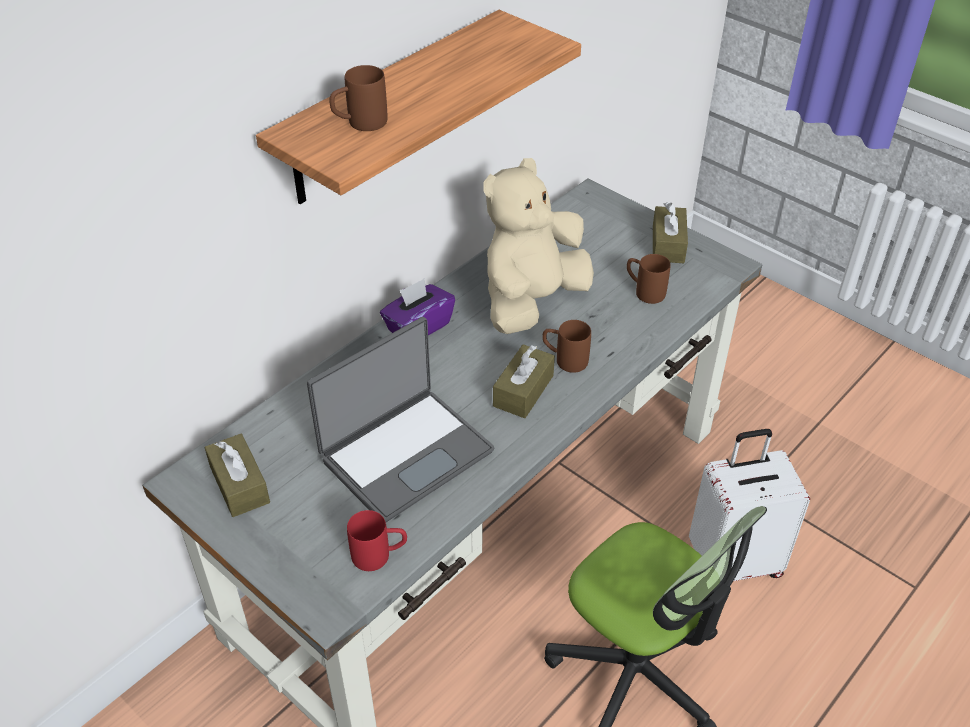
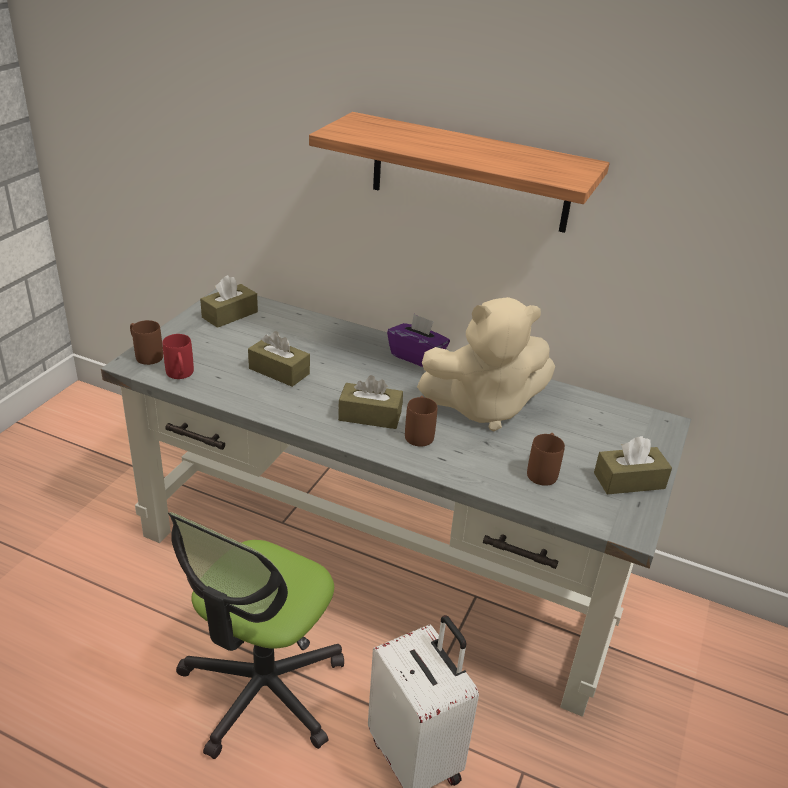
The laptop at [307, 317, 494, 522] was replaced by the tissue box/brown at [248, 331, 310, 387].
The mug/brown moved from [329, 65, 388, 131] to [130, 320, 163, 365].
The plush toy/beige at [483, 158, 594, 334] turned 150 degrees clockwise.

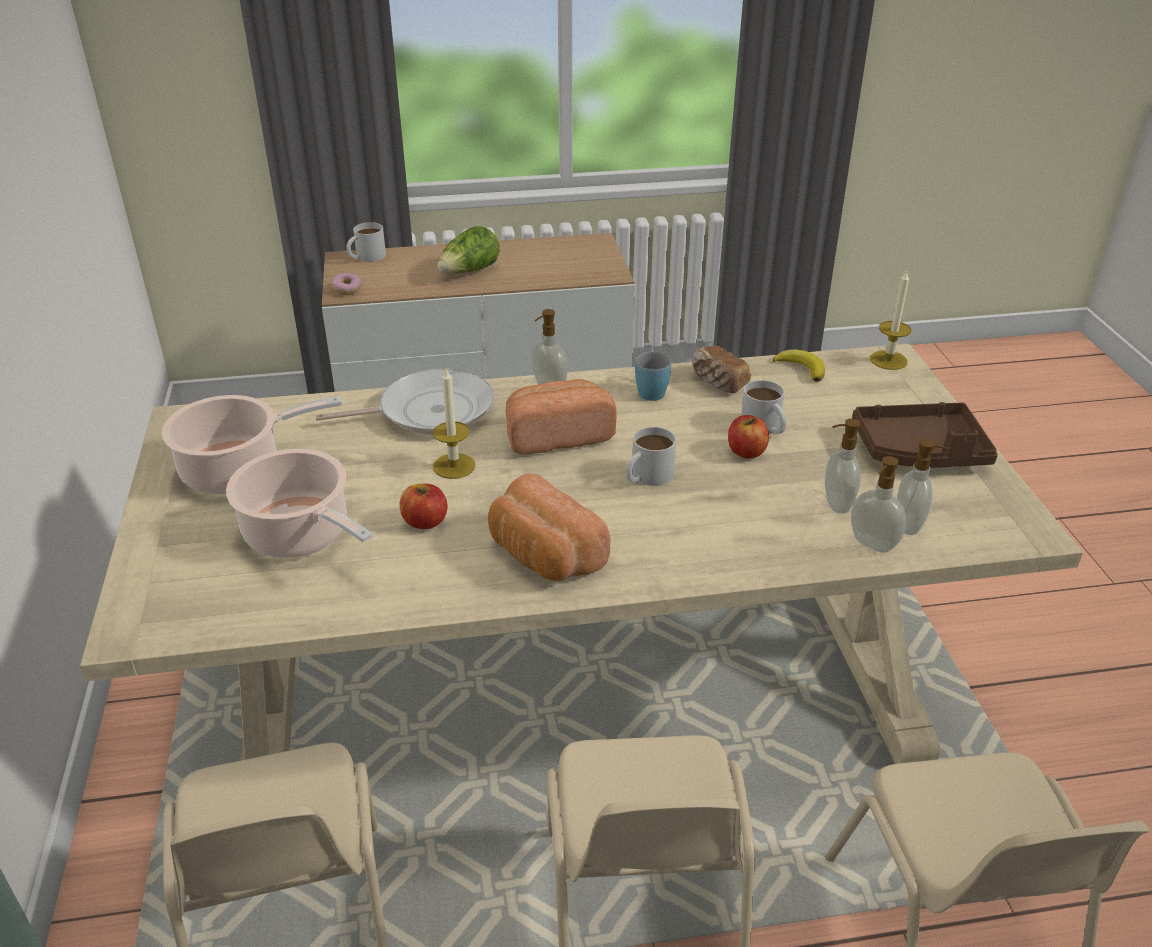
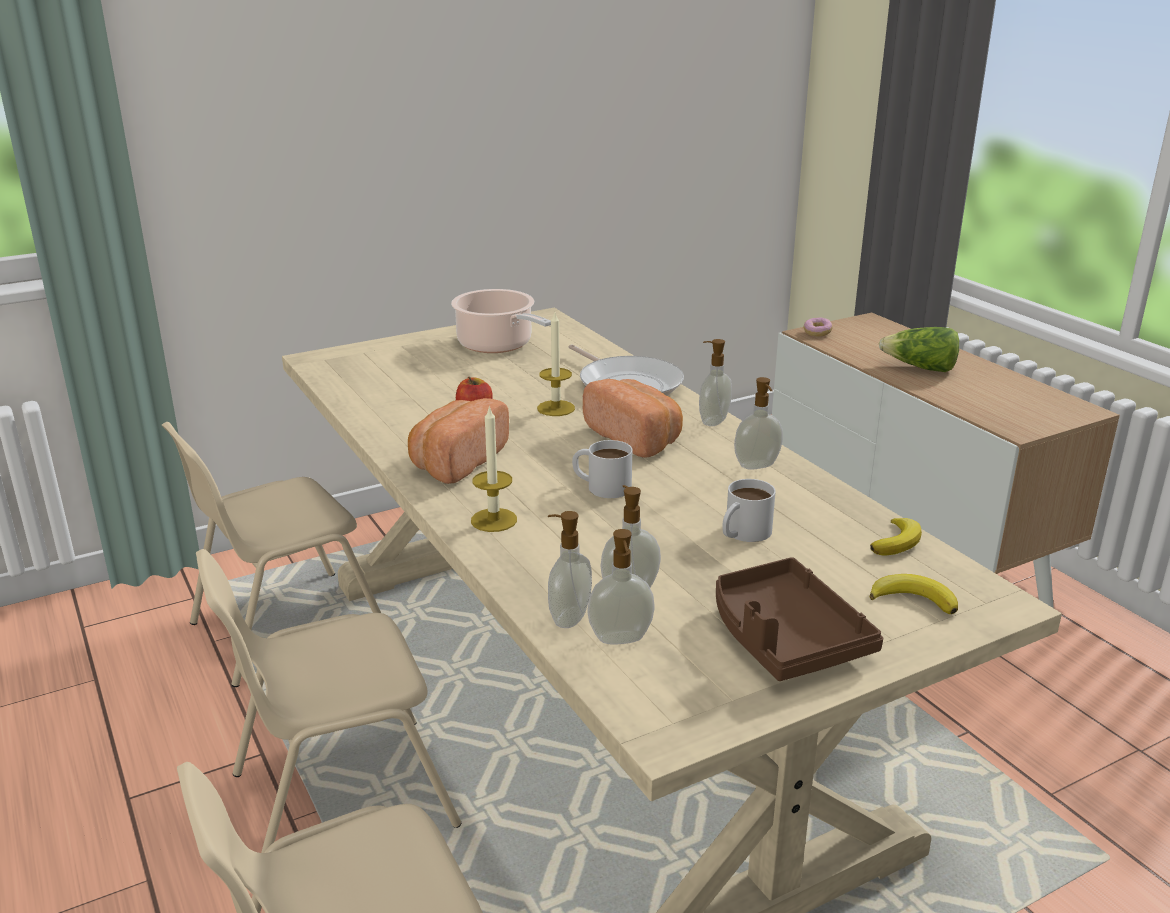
The cooking pot at [226, 449, 372, 558] disappeared.
The mug/white at [346, 222, 386, 262] disappeared.
The mug/blue at [635, 350, 671, 401] was replaced by the soap dispenser at [734, 377, 783, 470].
The bread at [692, 346, 751, 393] disappeared.
The apple at [728, 415, 769, 458] disappeared.
The candle moved from [870, 269, 911, 370] to [471, 405, 517, 532].
The banana at [870, 574, 958, 614] appeared.

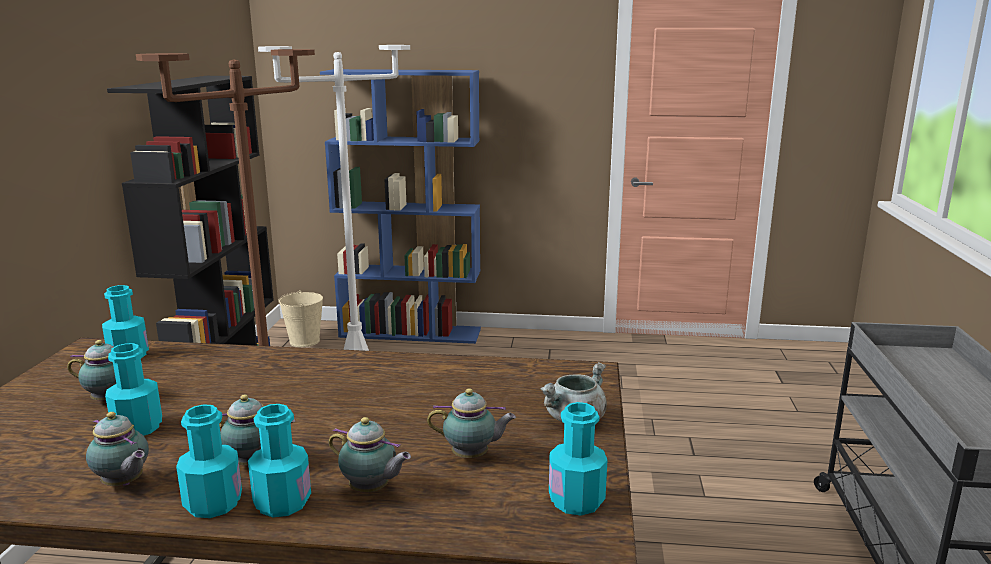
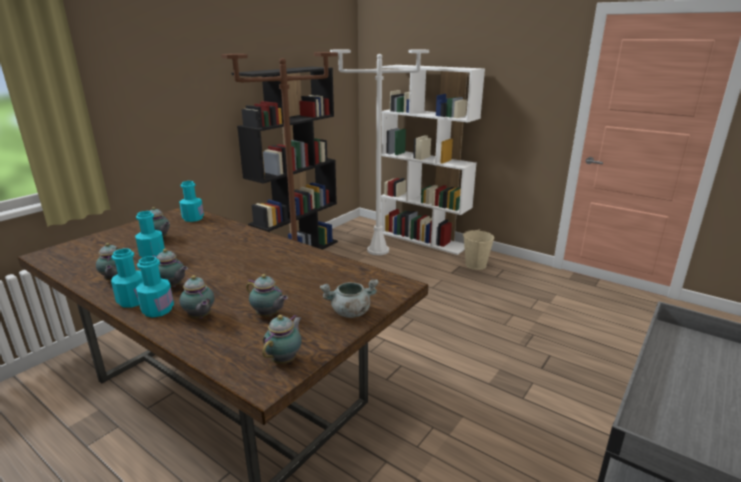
The bucket/beige moved from [278, 290, 323, 347] to [463, 229, 494, 270].
The bookcase/blue at [320, 69, 481, 344] became the bookcase/white at [381, 65, 485, 255].
The bottle/turquoise at [549, 402, 608, 516] was replaced by the teapot at [262, 315, 302, 364].

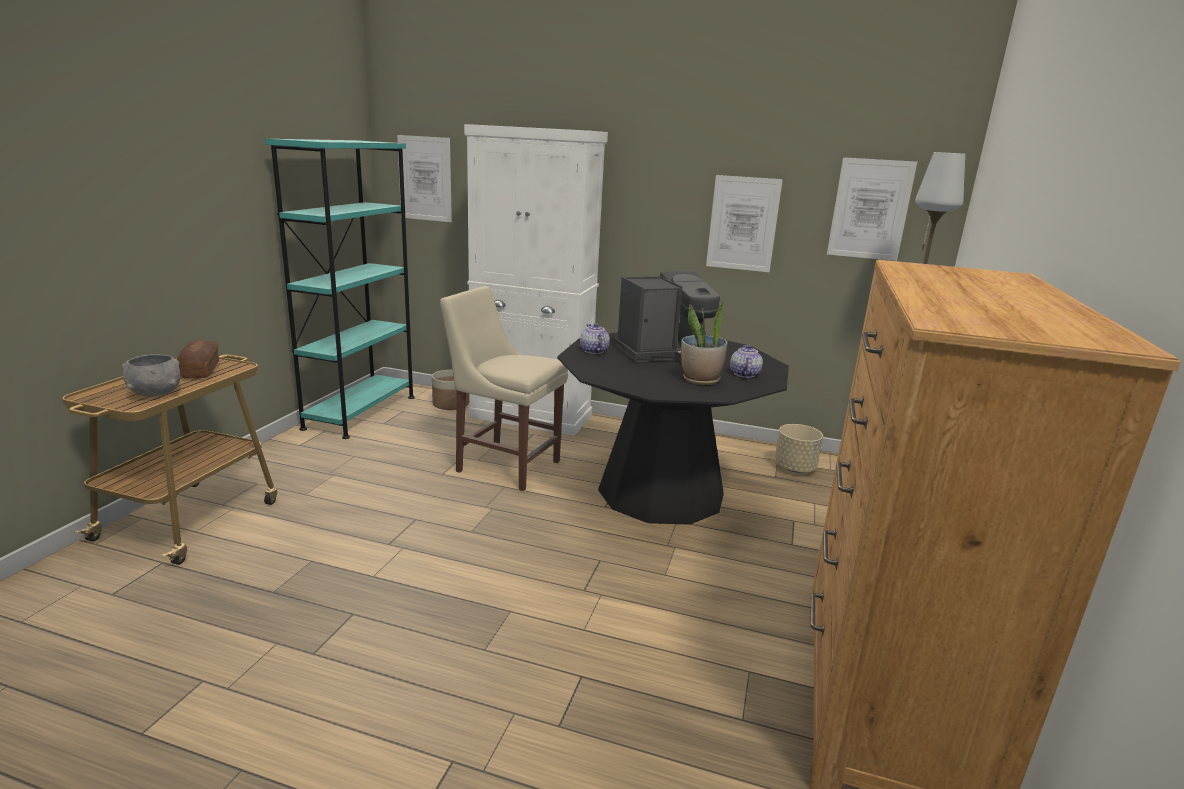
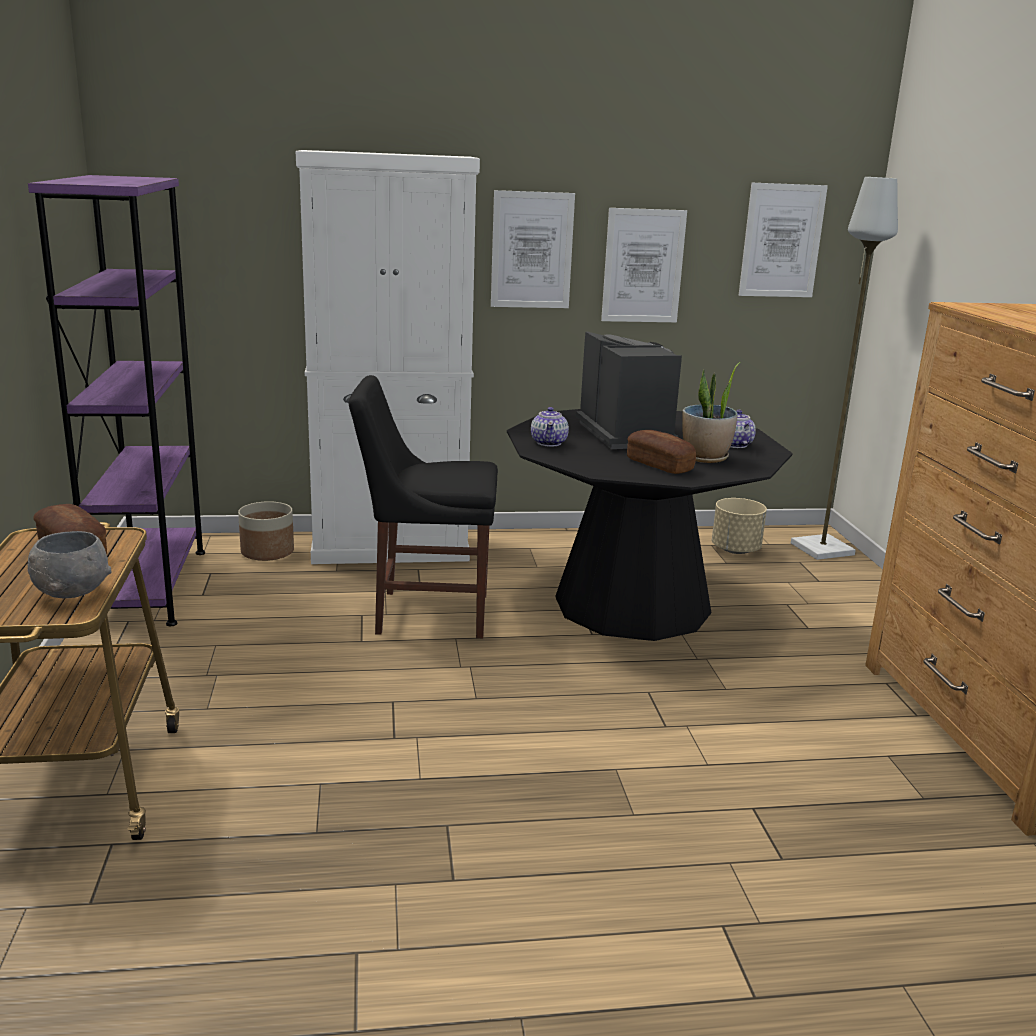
The bookcase/turquoise at [266, 139, 415, 439] became the bookcase/purple at [28, 175, 205, 626].
The picture moved from [397, 135, 452, 222] to [491, 190, 575, 308].
The chair/beige at [440, 286, 568, 491] became the chair/black at [349, 375, 498, 638].
The teapot at [580, 323, 610, 354] turned 135 degrees counterclockwise.
The coffee machine at [614, 271, 720, 362] turned 60 degrees counterclockwise.
The bread at [627, 430, 696, 474] appeared.

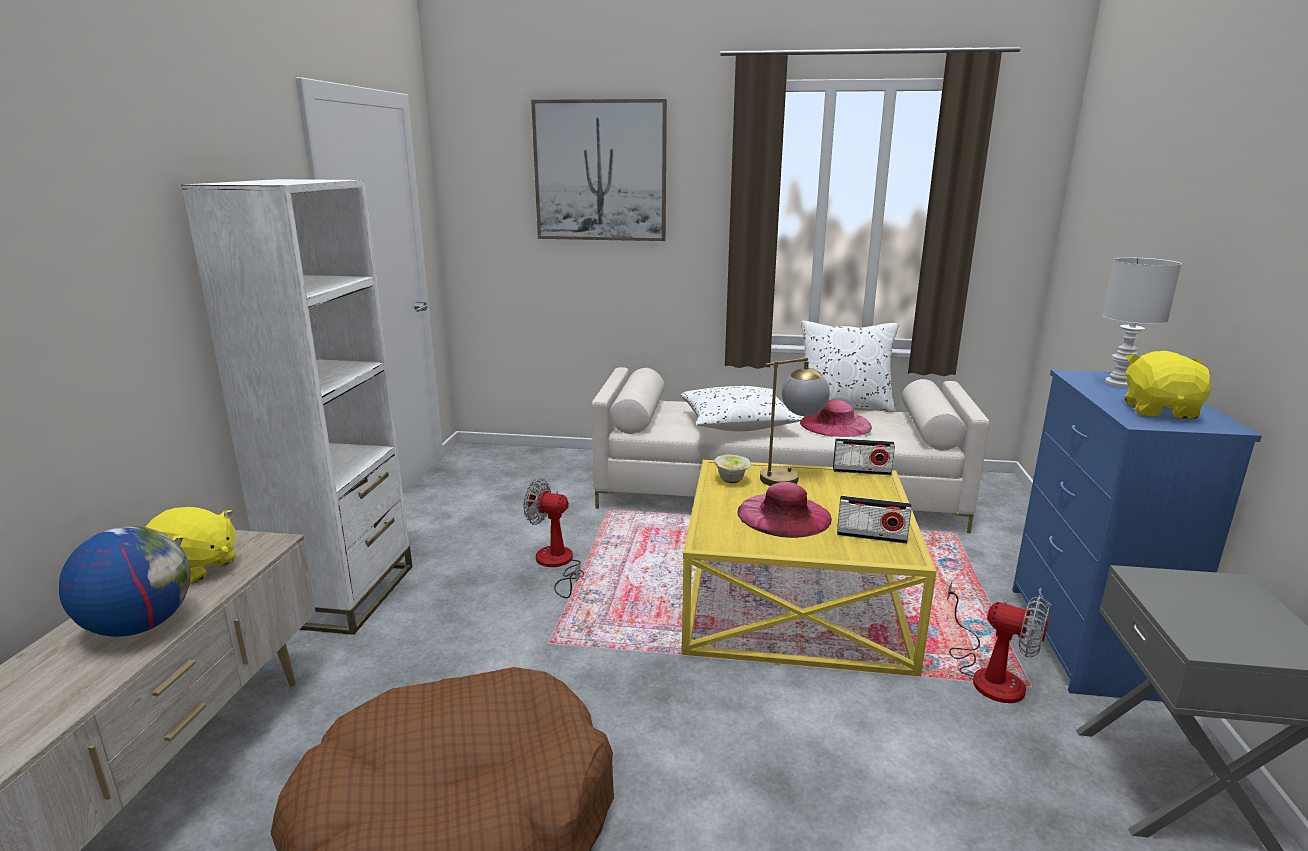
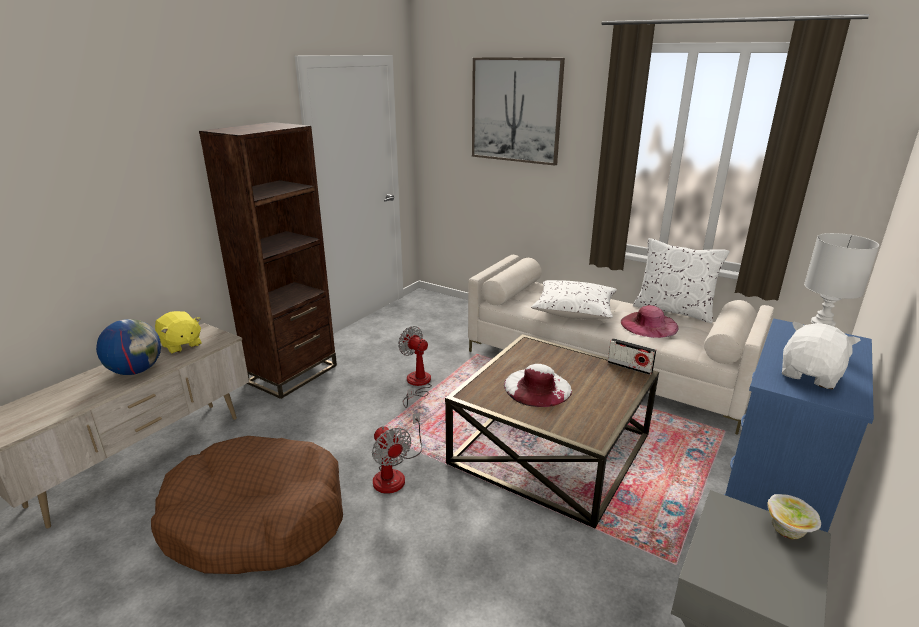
The bookcase/white at [181, 179, 412, 635] became the bookcase/brown at [199, 122, 337, 399].
The coffee table/yellow at [682, 460, 937, 676] became the coffee table/brown at [445, 334, 659, 528].
The bowl moved from [714, 455, 751, 483] to [767, 494, 821, 539].
The hat/pink at [738, 482, 832, 538] became the hat/white at [504, 364, 572, 407].
The table lamp at [760, 357, 830, 486] disappeared.
The radio at [837, 495, 912, 544] disappeared.
The fan moved from [947, 581, 1050, 703] to [372, 412, 422, 494].
The plush toy/yellow at [1124, 351, 1211, 419] became the plush toy/white at [782, 322, 861, 389].

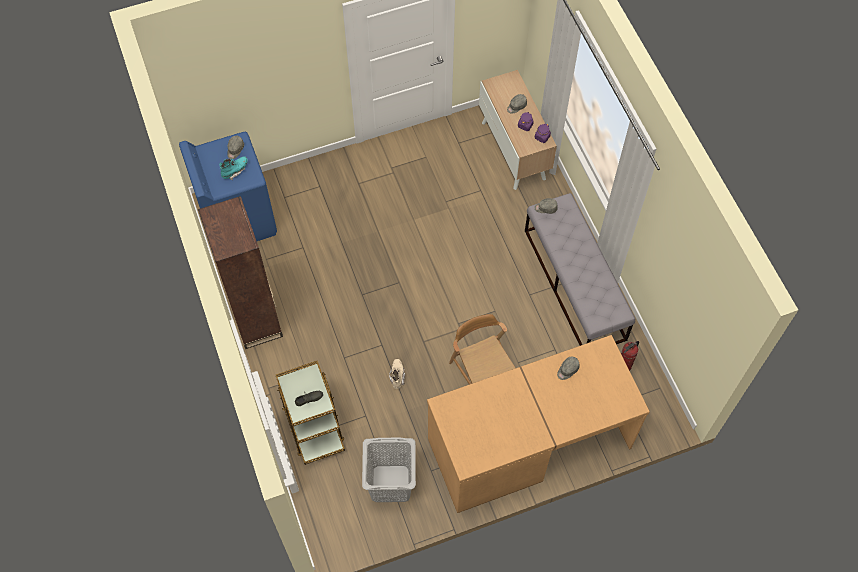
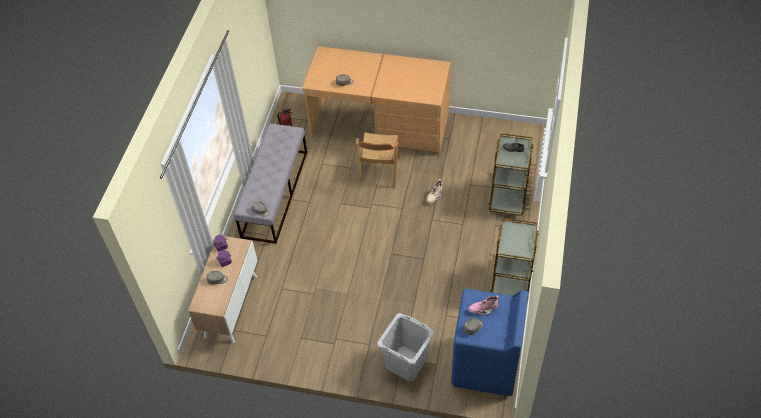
The bookcase/brown at [198, 196, 283, 349] was replaced by the cart/brown at [490, 218, 539, 296].
The boot/turquoise at [219, 156, 248, 180] became the boot/pink at [469, 295, 499, 315].
The laundry basket/grey moved from [362, 438, 416, 502] to [377, 313, 434, 381].

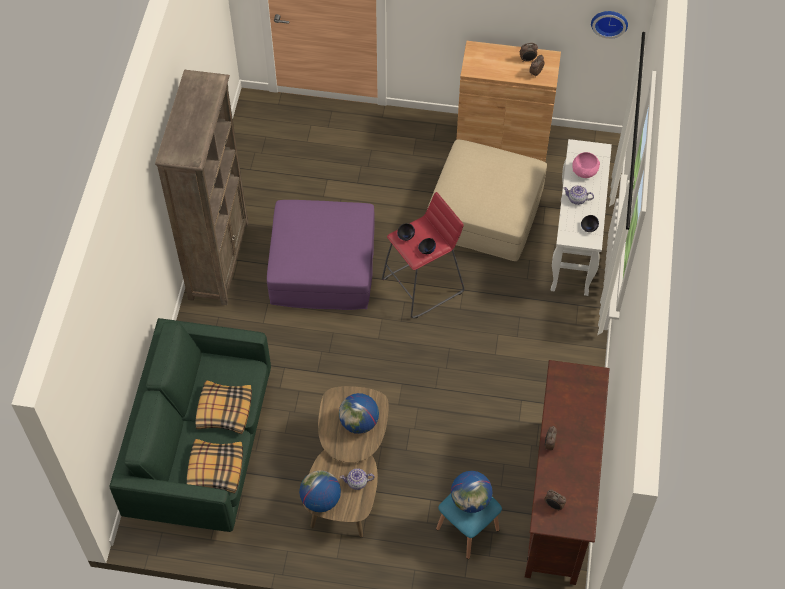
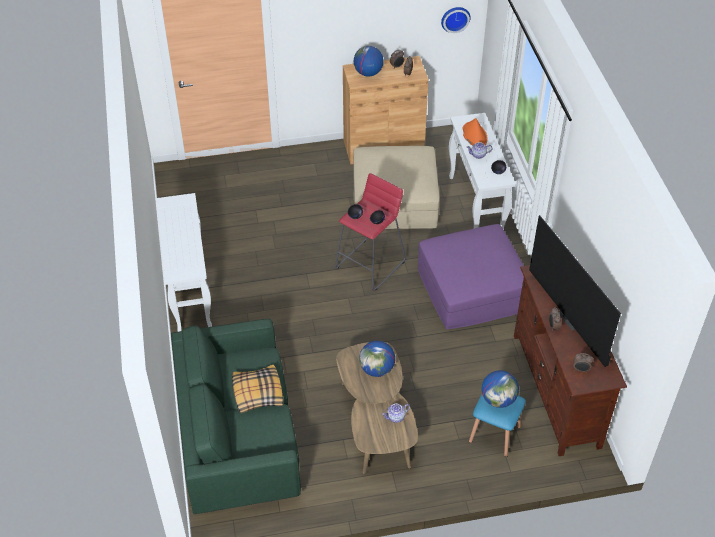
The bookcase/brown at [155, 70, 248, 305] was replaced by the console table/white at [157, 193, 212, 332].
The pillow at [187, 439, 243, 493] disappeared.
The ottoman/purple moved from [267, 200, 375, 310] to [418, 224, 524, 329].
The globe moved from [299, 471, 341, 512] to [354, 46, 384, 77].
The bowl/pink at [572, 152, 600, 178] was replaced by the hat/orange at [462, 118, 488, 145].
The television at [529, 215, 621, 367] appeared.

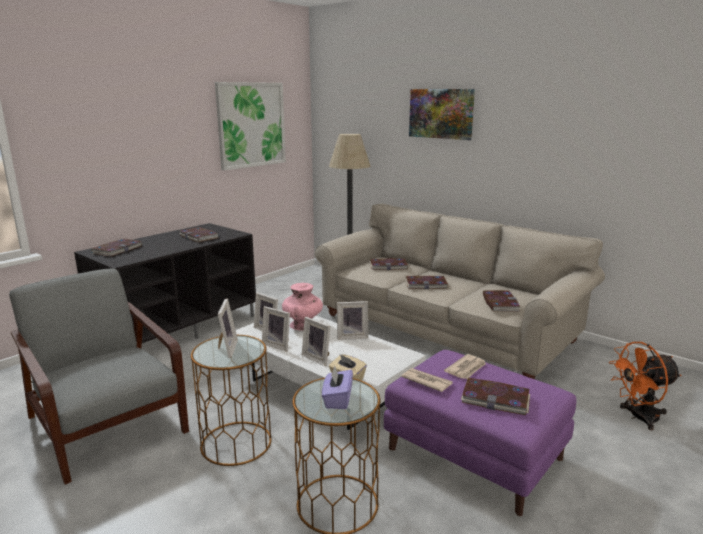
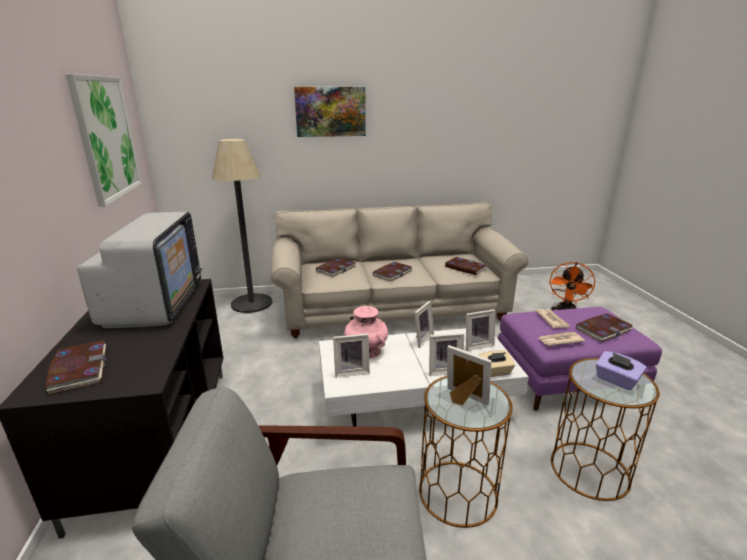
The book at [179, 227, 219, 242] was replaced by the television at [77, 212, 202, 328].
The picture frame moved from [262, 306, 290, 352] to [466, 309, 496, 351].

